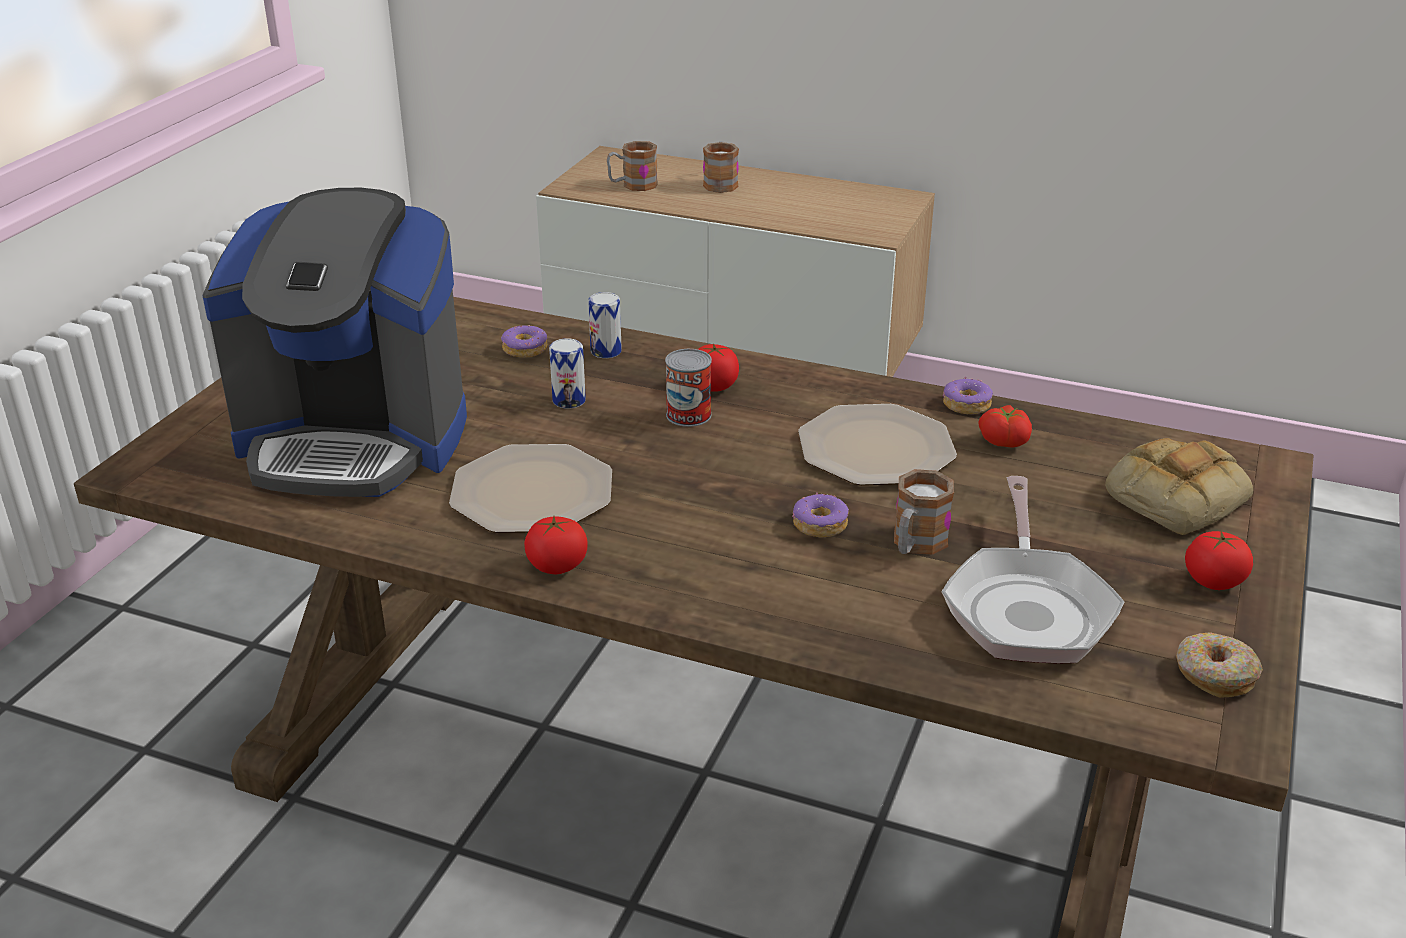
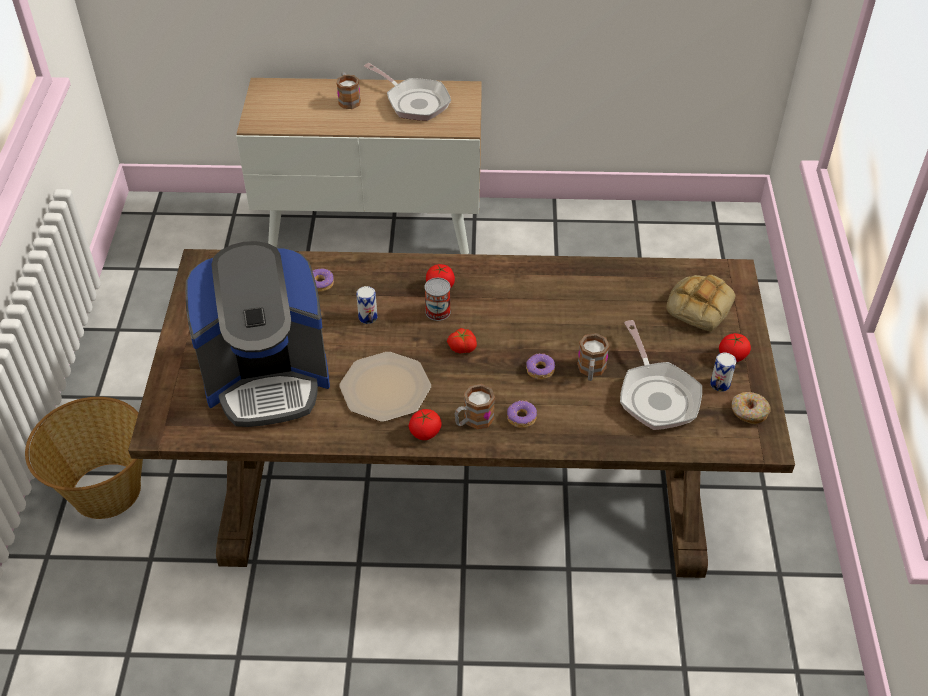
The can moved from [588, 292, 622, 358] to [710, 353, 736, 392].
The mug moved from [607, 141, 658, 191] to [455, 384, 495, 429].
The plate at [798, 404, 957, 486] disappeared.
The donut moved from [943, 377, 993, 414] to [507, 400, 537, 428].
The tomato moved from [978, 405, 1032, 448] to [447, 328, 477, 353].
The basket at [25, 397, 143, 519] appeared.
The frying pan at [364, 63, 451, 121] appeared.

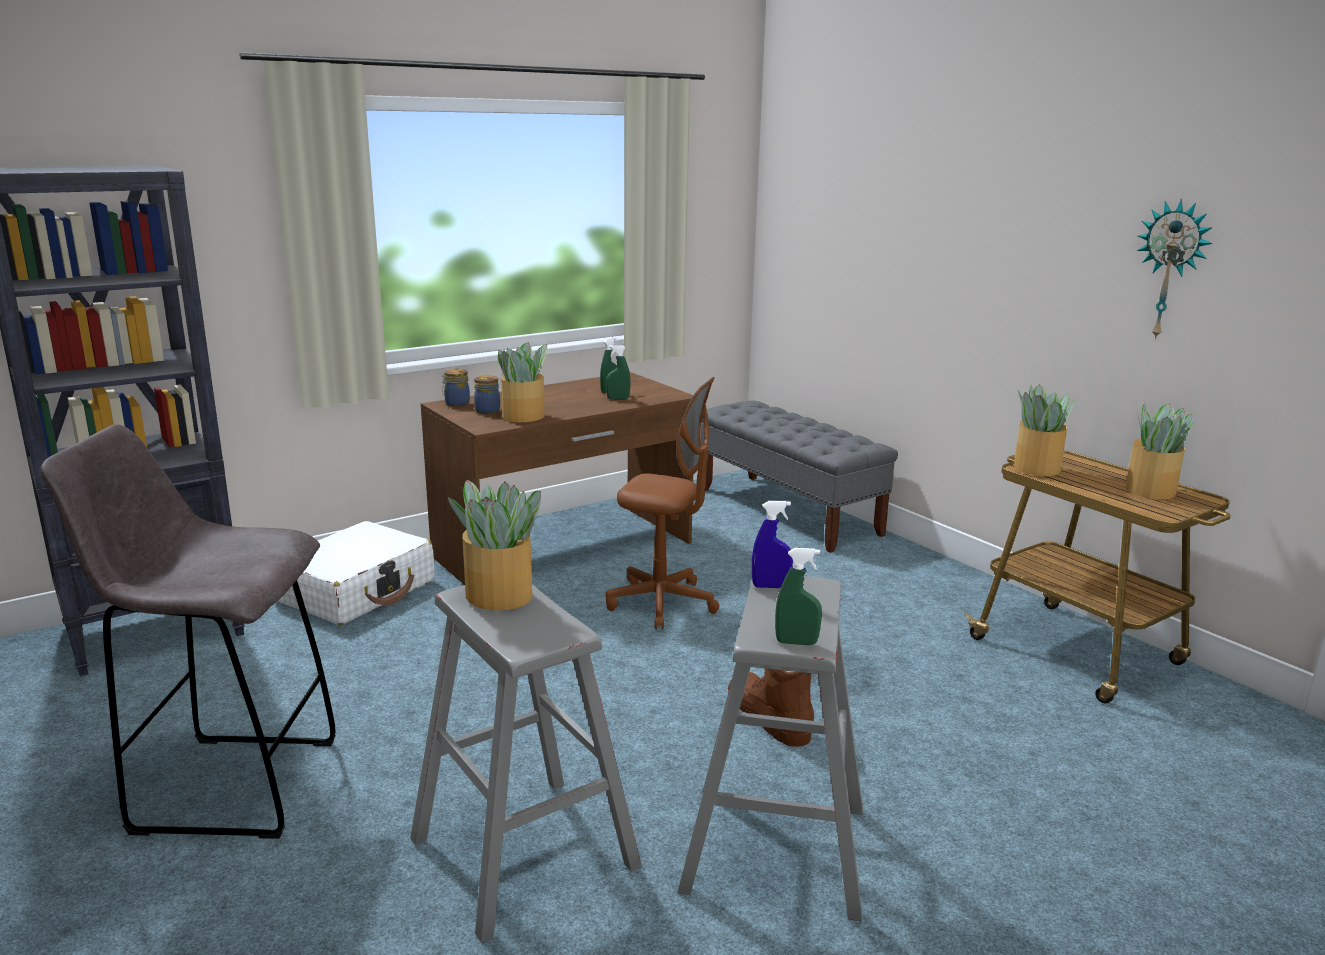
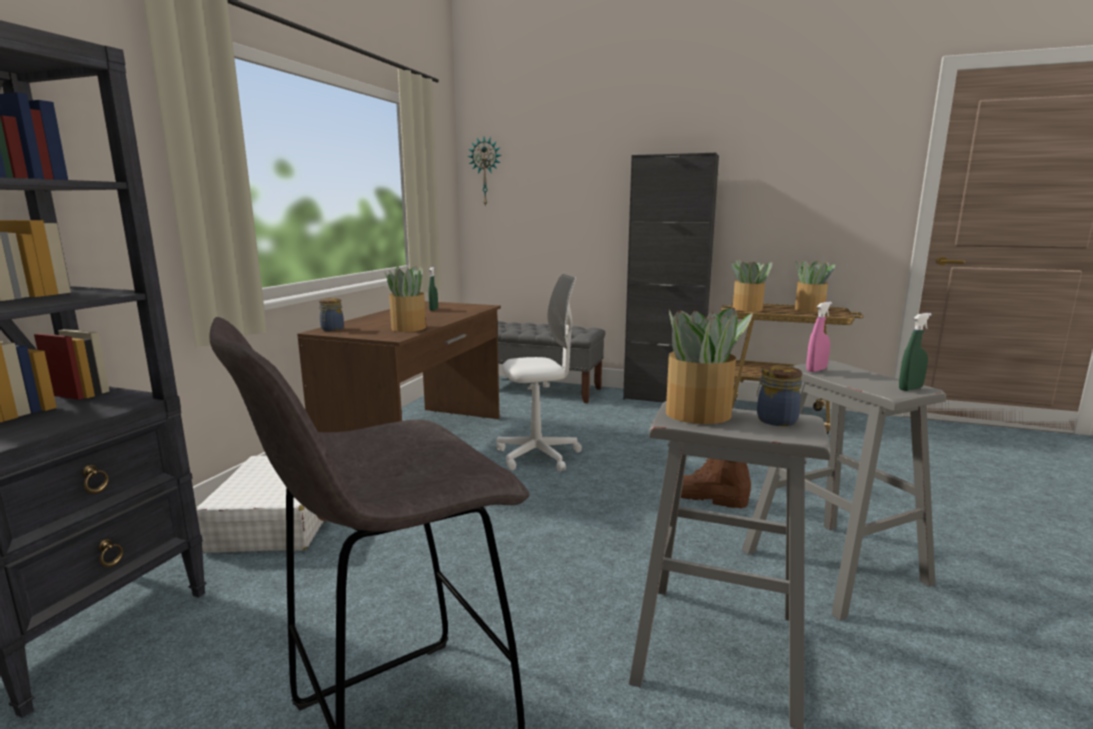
The jar moved from [474, 375, 500, 414] to [757, 365, 802, 426].
The spray bottle/green at [606, 345, 631, 399] disappeared.
The office chair/brown at [606, 377, 719, 630] became the office chair/white at [496, 274, 582, 472].
The spray bottle/blue at [752, 501, 793, 588] became the spray bottle/pink at [806, 302, 832, 372].
The wall clock moved from [1137, 199, 1213, 340] to [467, 137, 502, 207].
The cabinet/black at [623, 153, 719, 403] appeared.

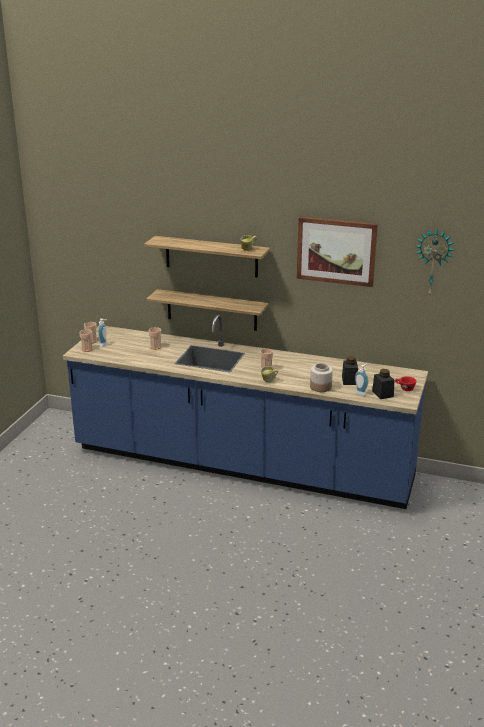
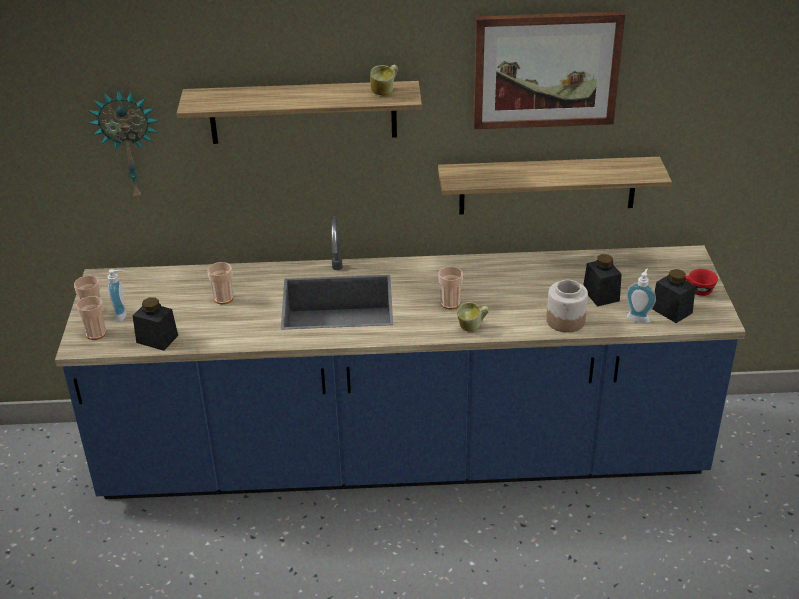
The shelf moved from [146, 289, 268, 331] to [438, 157, 672, 215].
The wall clock moved from [415, 229, 455, 297] to [88, 90, 159, 200].
The jar/black at [133, 298, 178, 351] appeared.

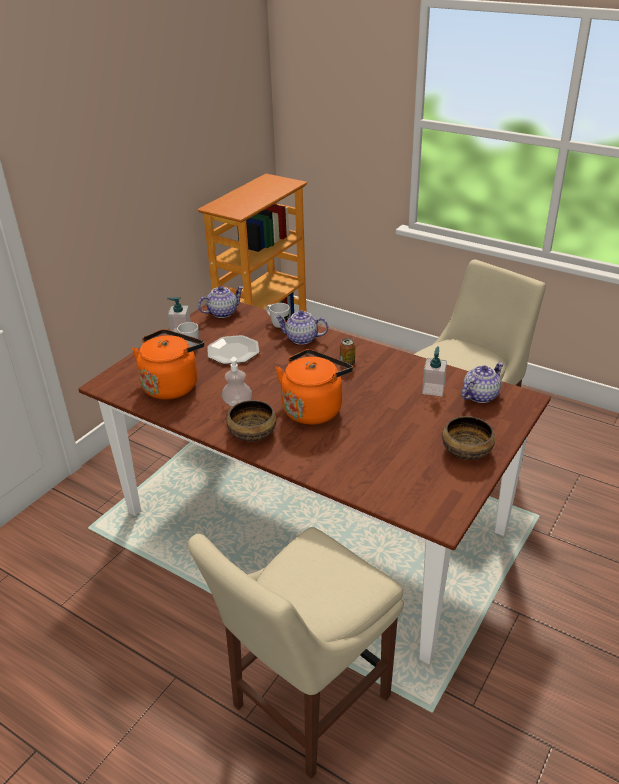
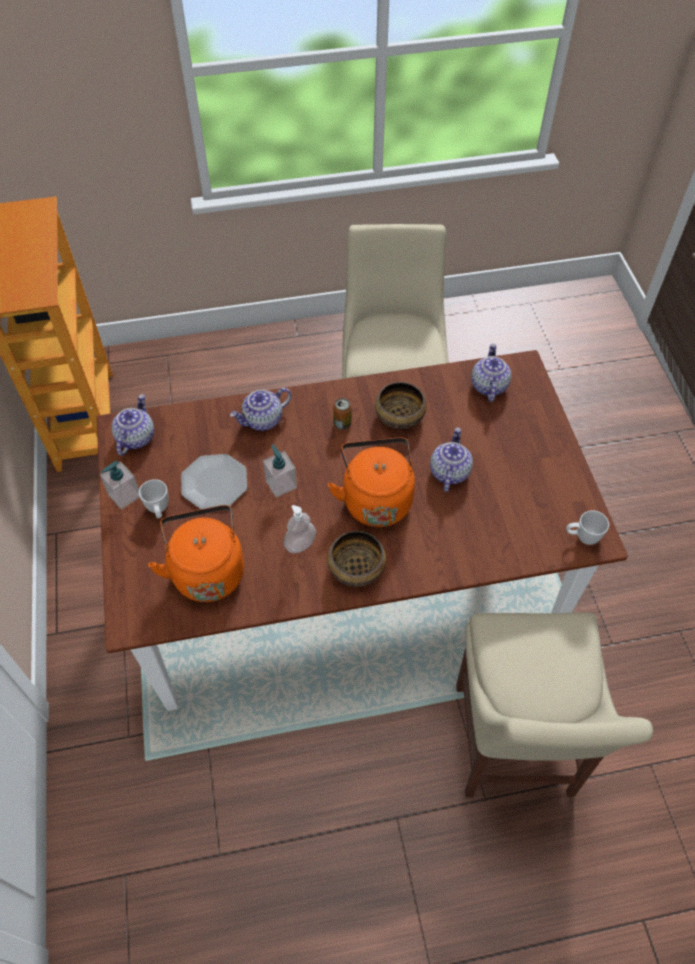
The mug/white moved from [266, 303, 290, 328] to [566, 510, 609, 545].
The soap dispenser moved from [422, 347, 447, 396] to [263, 444, 297, 497].
The bowl moved from [442, 416, 495, 460] to [375, 382, 427, 429].
The teapot at [430, 427, 473, 492] appeared.

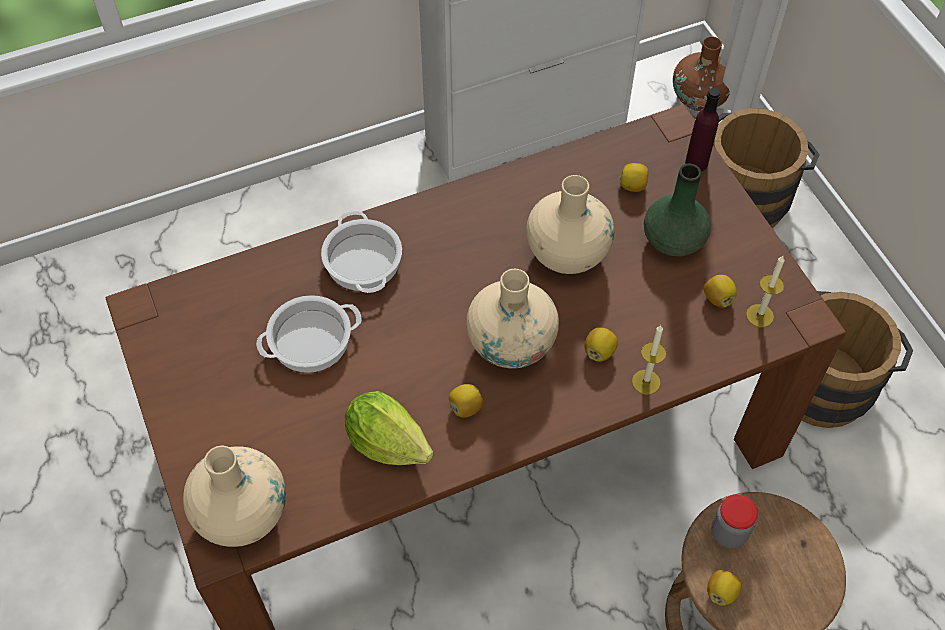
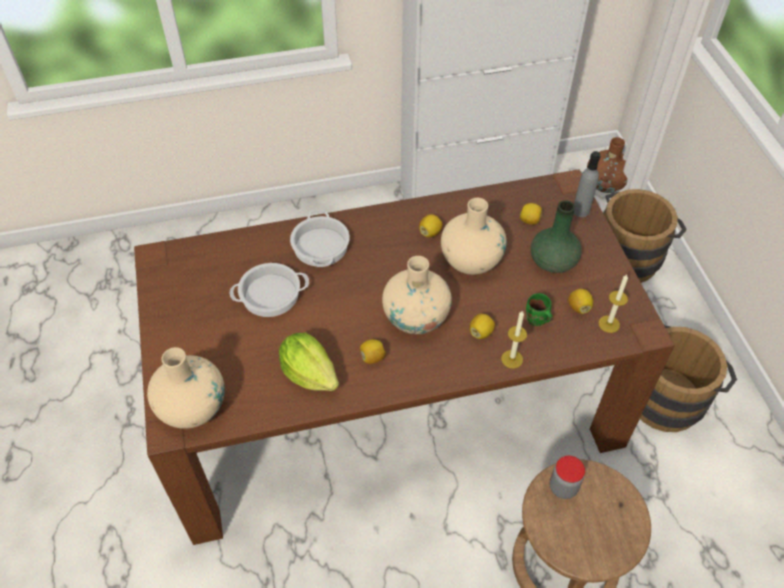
The bottle/purple at [685, 88, 721, 171] became the bottle/grey at [574, 151, 601, 217].
The lemon moved from [707, 570, 741, 606] to [419, 214, 442, 237].
The mug/green at [526, 293, 553, 326] appeared.

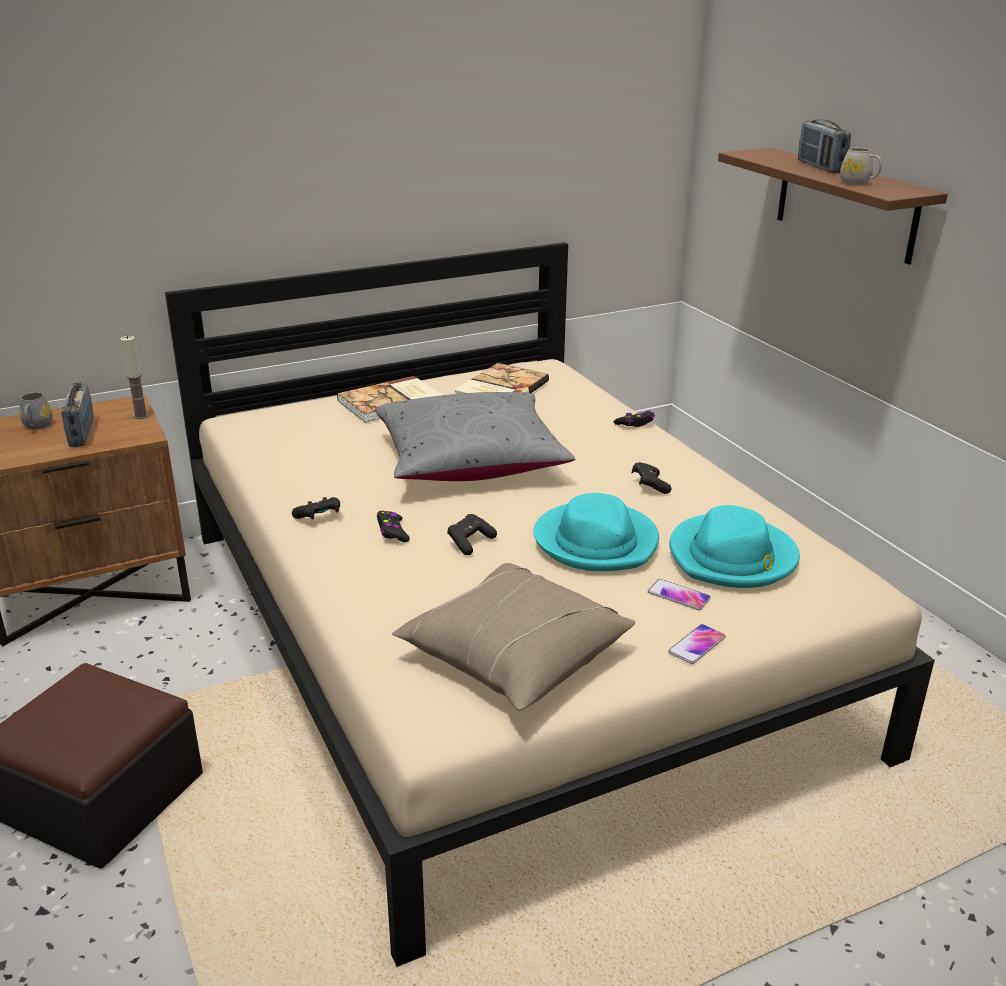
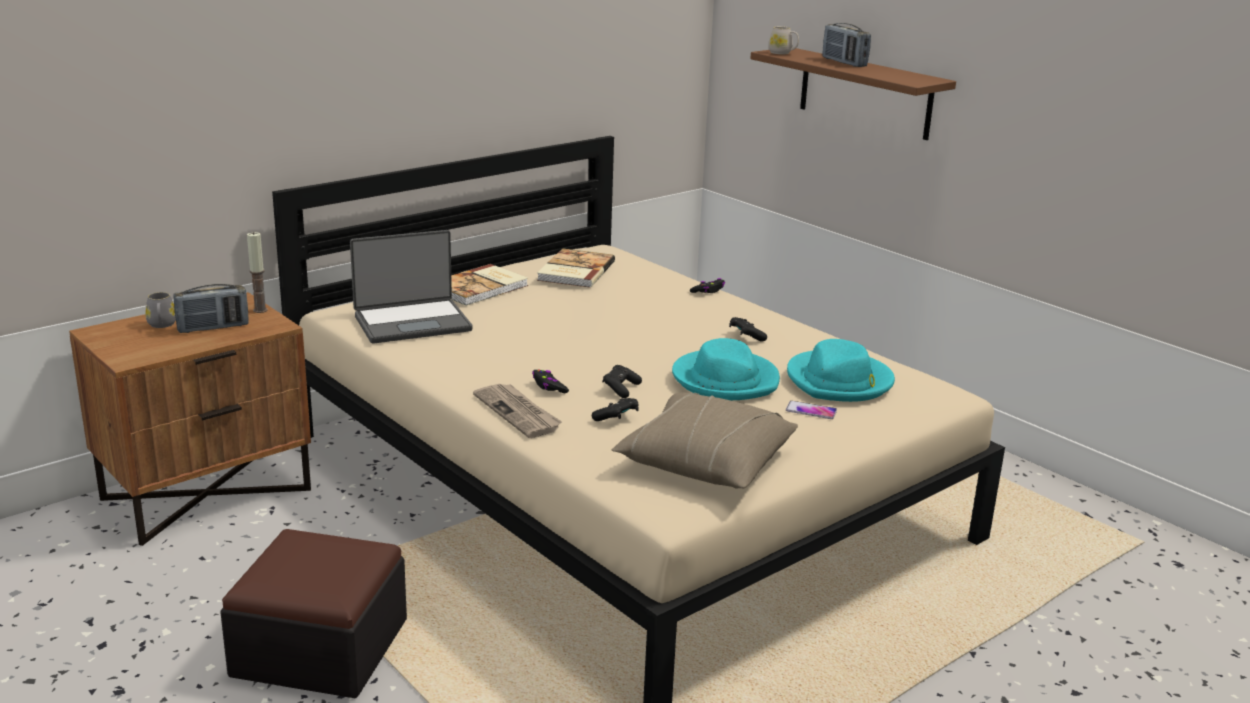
The radio at [61, 382, 94, 447] turned 90 degrees counterclockwise.
The game controller/black moved from [292, 497, 340, 519] to [592, 398, 639, 421].
The pillow/grey at [375, 392, 575, 481] disappeared.
The phone at [668, 624, 726, 664] disappeared.
The mug/white moved from [840, 147, 882, 185] to [768, 26, 799, 54].
The laptop at [350, 230, 473, 344] appeared.
The newspaper at [473, 384, 562, 438] appeared.

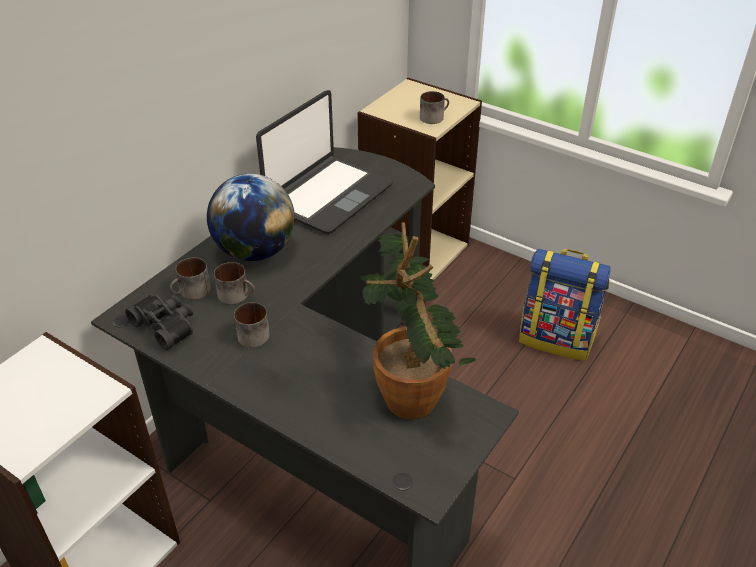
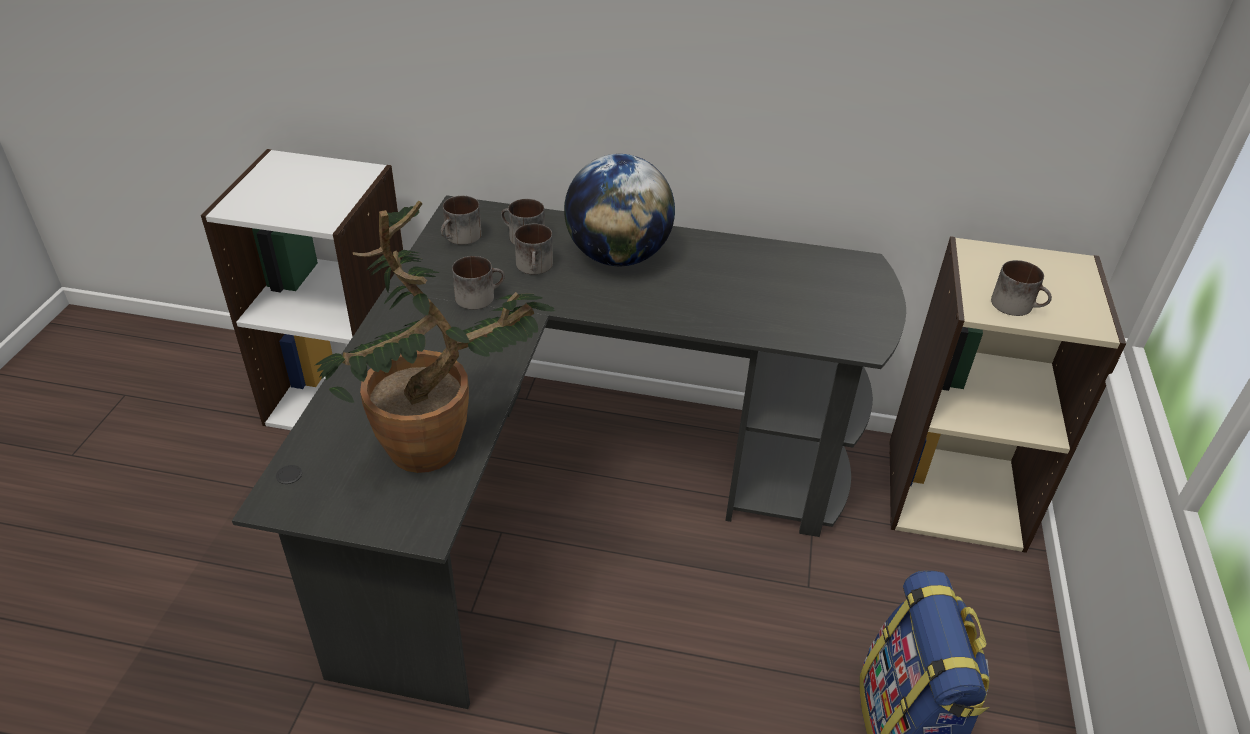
The binoculars/black at [125, 294, 193, 350] was replaced by the mug at [441, 196, 482, 245].
The laptop at [256, 90, 393, 234] disappeared.

